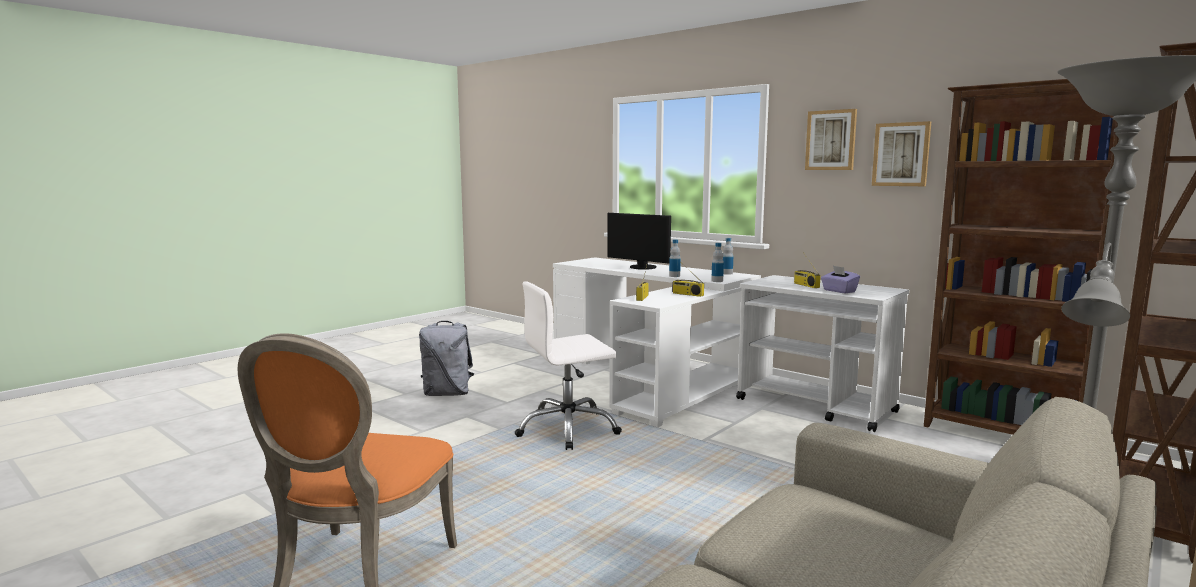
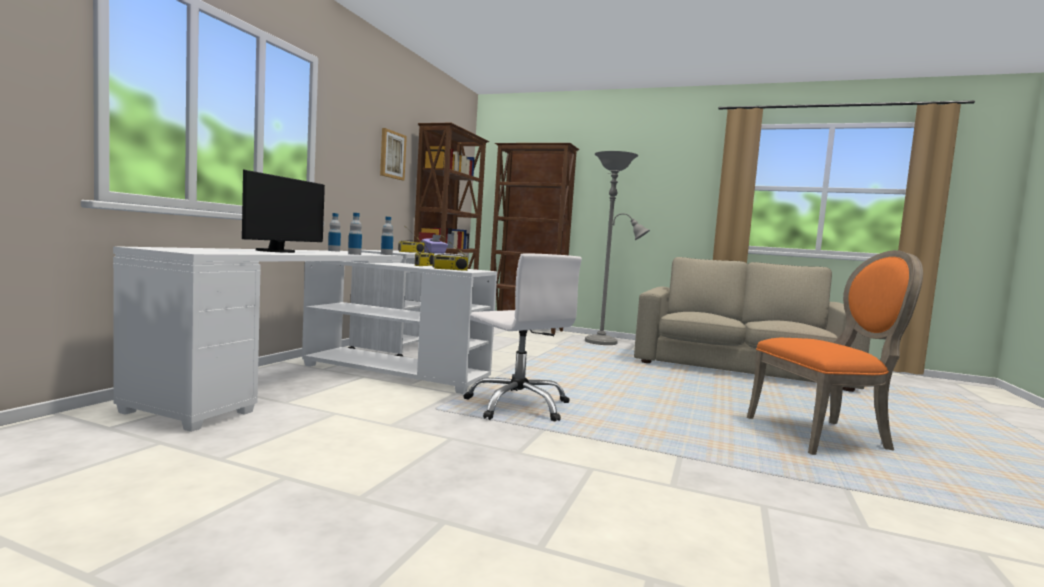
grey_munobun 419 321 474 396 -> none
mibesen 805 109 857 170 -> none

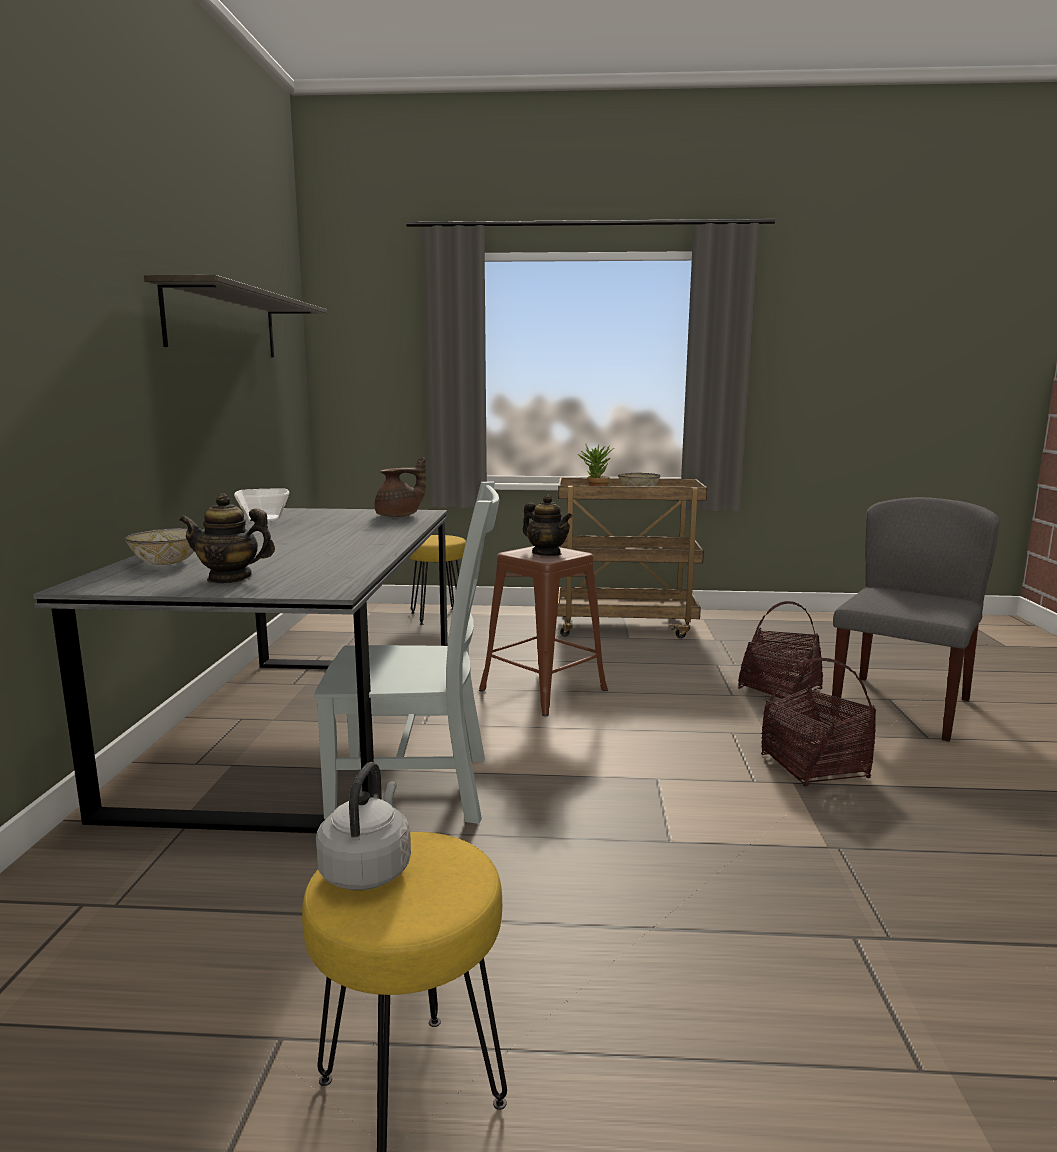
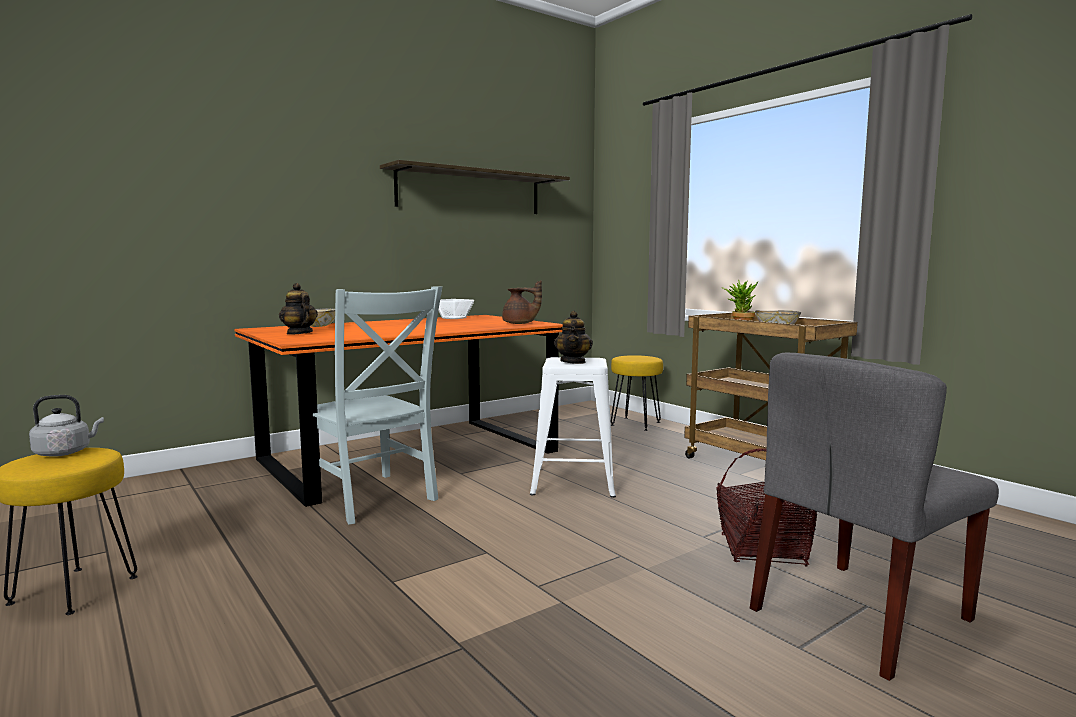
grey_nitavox 33 508 448 833 -> orange_nitavox 235 315 563 507
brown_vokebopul 479 546 608 716 -> white_vokebopul 530 357 616 498
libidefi 761 658 877 787 -> none
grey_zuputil 831 497 1000 742 -> grey_zuputil 750 352 999 681, 150 degrees clockwise

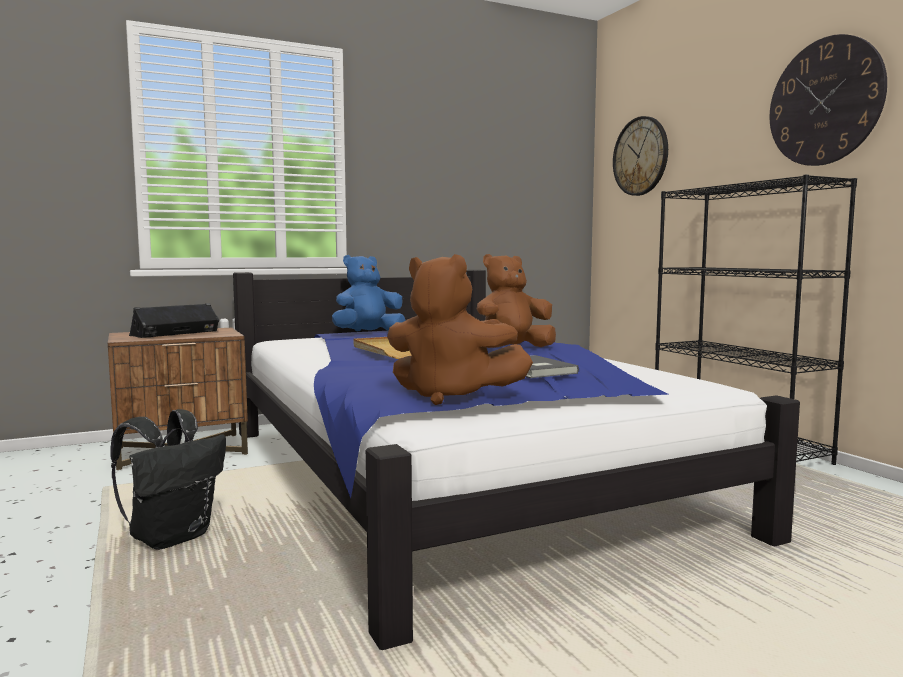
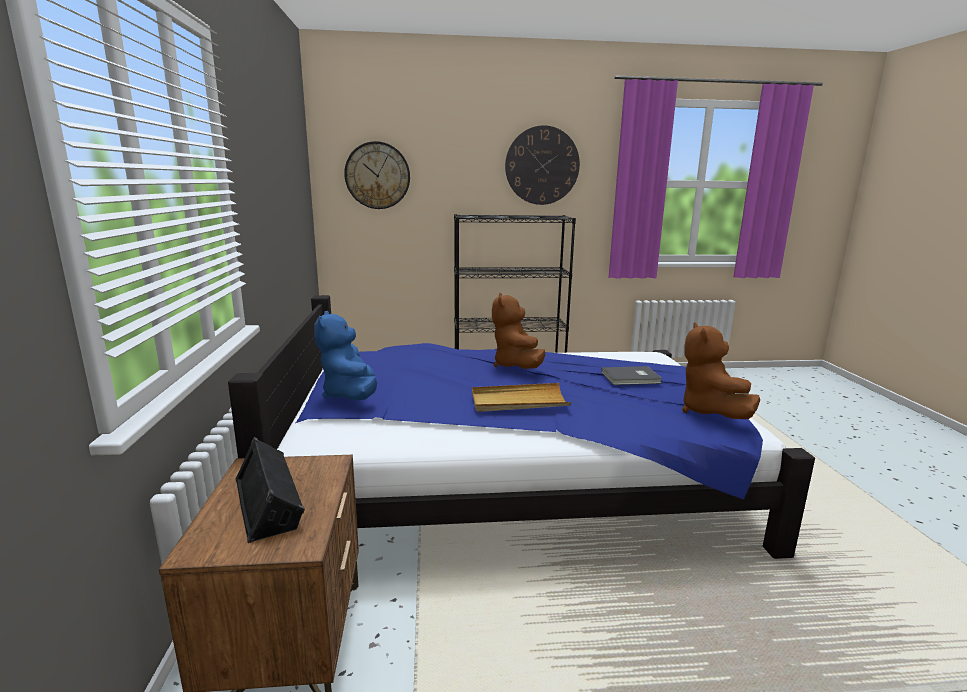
black_munobun 110 409 226 550 -> none
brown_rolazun 387 254 533 405 -> brown_rolazun 682 322 760 419, 135 degrees clockwise

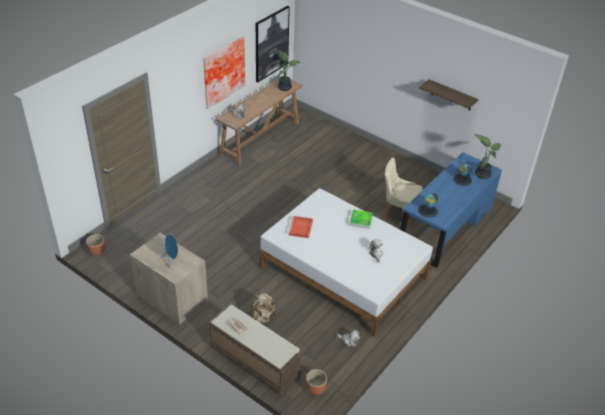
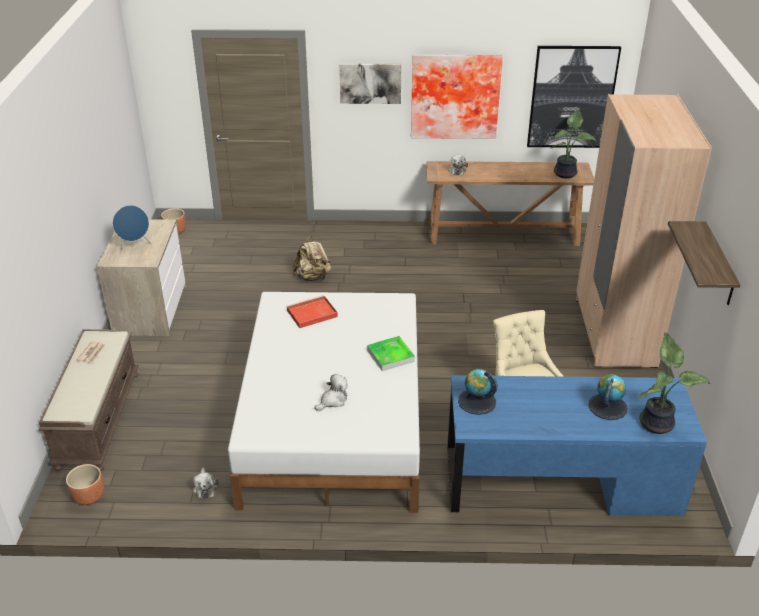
beige_munobun 251 293 276 324 -> beige_munobun 293 236 331 281, relocated
none -> mibesen 339 63 401 104
none -> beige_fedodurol 576 94 712 368

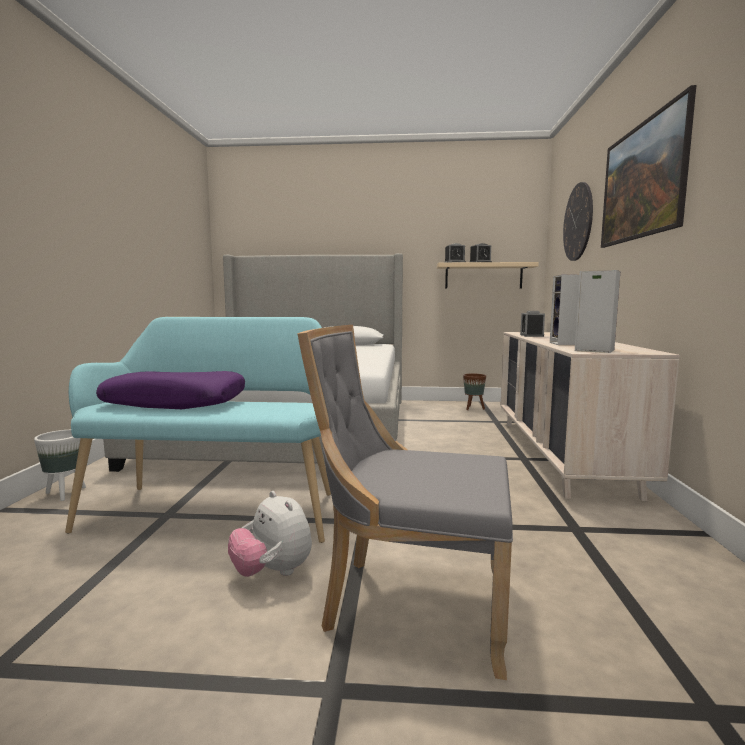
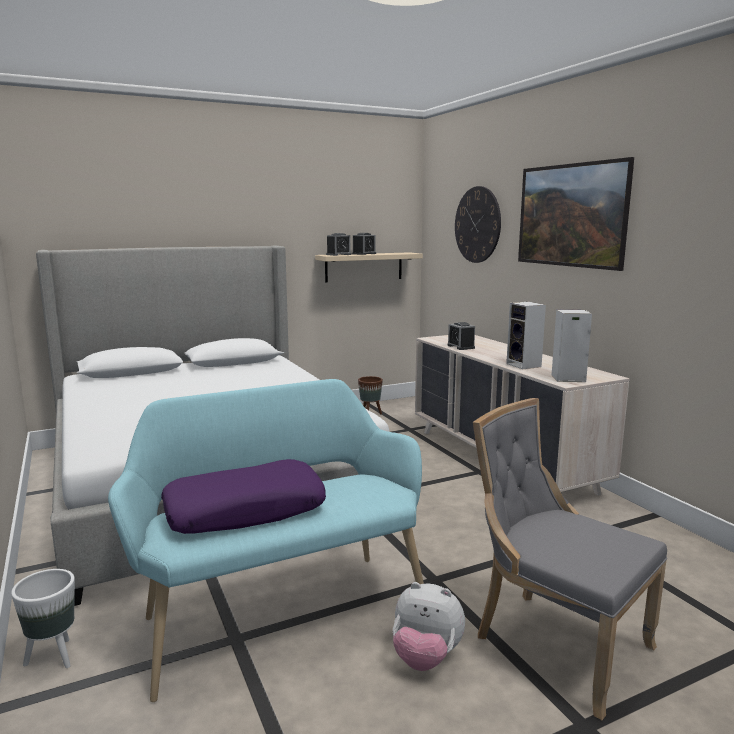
grey_zuputil 298 325 513 680 -> grey_zuputil 473 398 667 720, 60 degrees clockwise

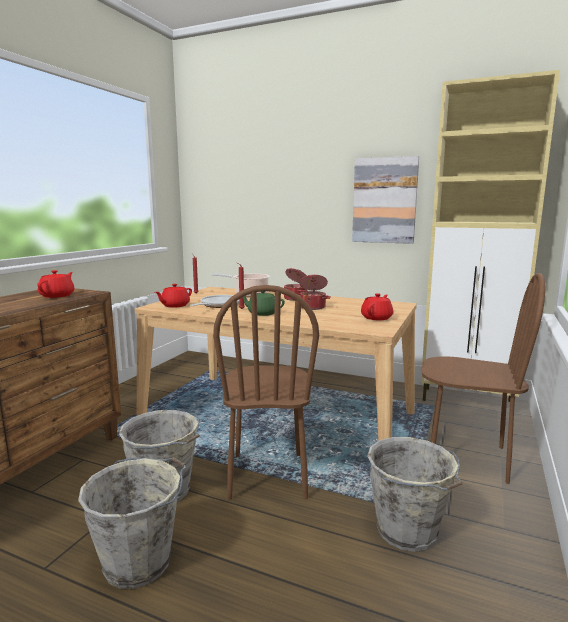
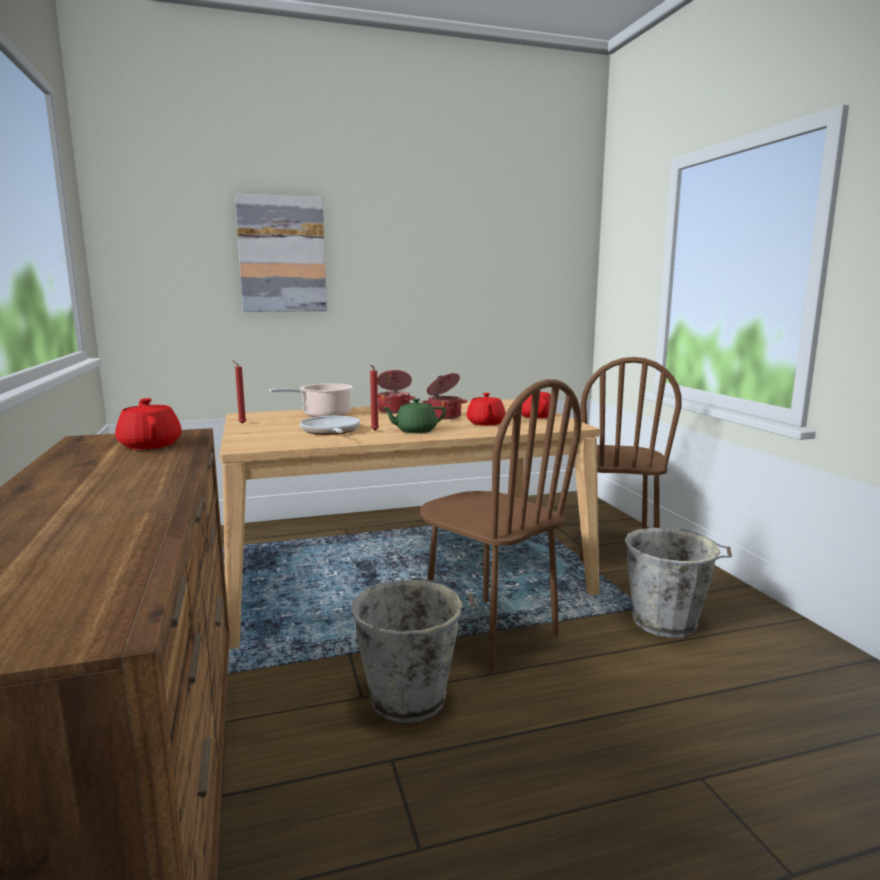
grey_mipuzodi 78 457 186 589 -> none
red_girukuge 155 284 192 308 -> red_girukuge 467 393 506 426, relocated
mibesen 352 156 419 244 -> mibesen 235 193 327 312, relocated
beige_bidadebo 421 70 560 402 -> none
brown_zuputil 421 273 545 484 -> brown_zuputil 579 357 682 561, 120 degrees clockwise

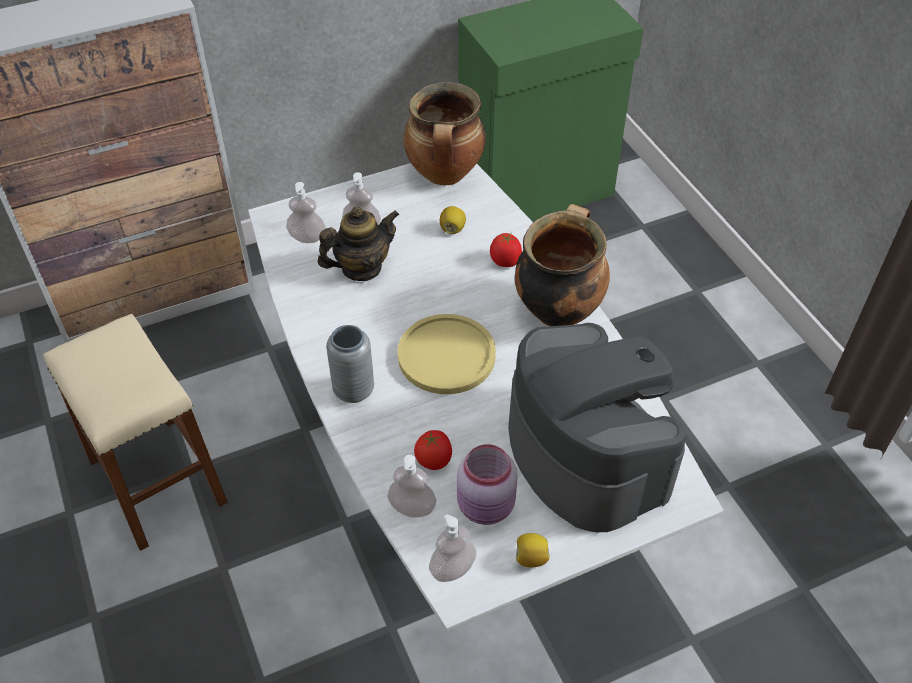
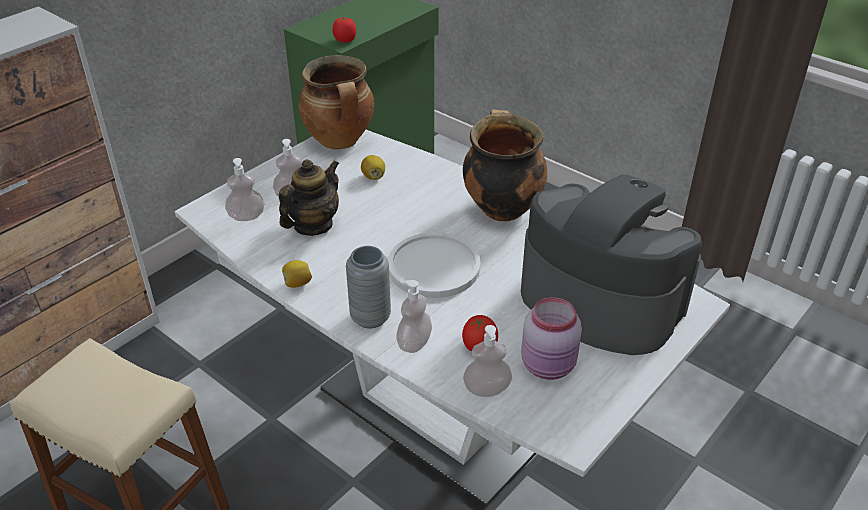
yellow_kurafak 398 314 496 394 -> white_kurafak 388 233 480 298
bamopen 429 514 476 582 -> bamopen 396 280 432 353, relocated
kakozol 490 233 522 267 -> kakozol 332 16 356 42, relocated
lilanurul 516 533 550 567 -> lilanurul 282 260 312 288, relocated

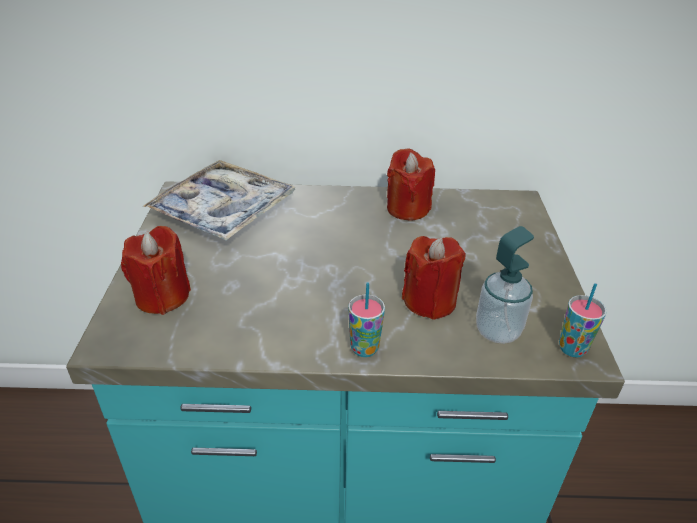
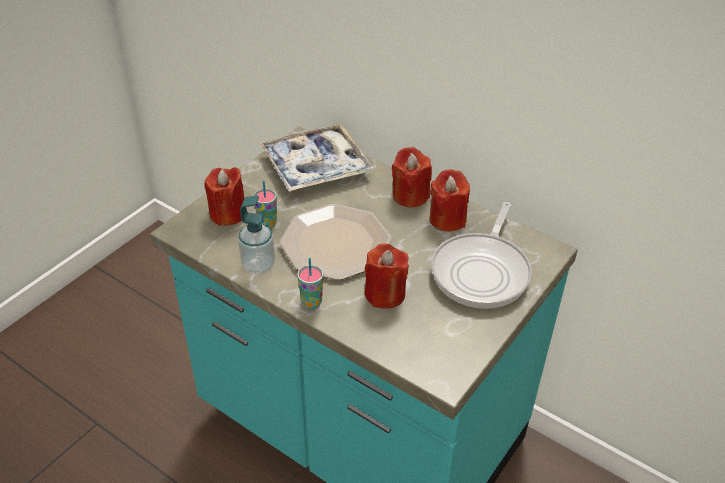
bamopen 476 226 534 344 -> bamopen 238 195 275 274, relocated
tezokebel 559 283 607 358 -> tezokebel 253 180 277 229, relocated
none -> kurafak 280 204 391 280
none -> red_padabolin 392 147 432 208
none -> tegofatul 431 202 532 309

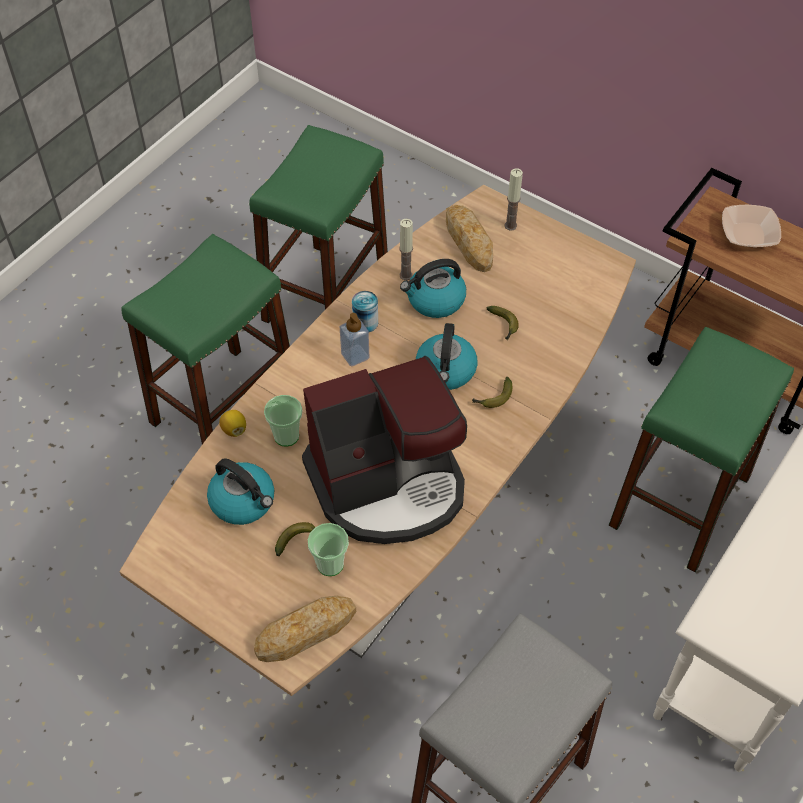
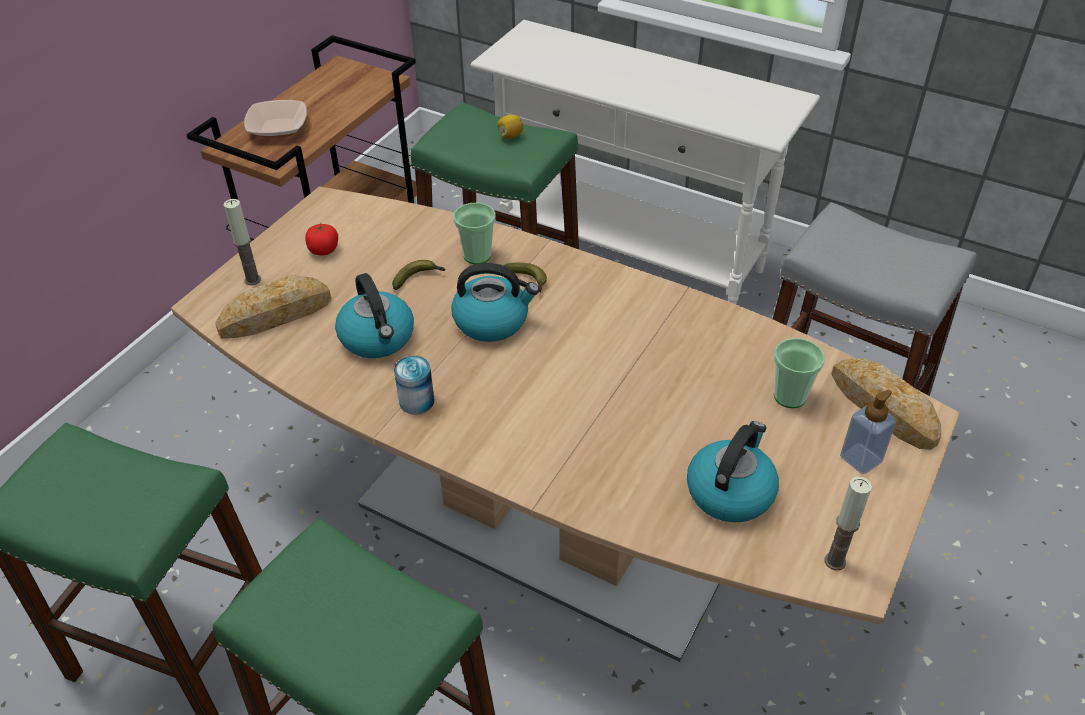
lilanurul 219 410 246 437 -> lilanurul 497 115 524 139, relocated
tezokebel 264 395 302 446 -> tezokebel 453 203 495 264, relocated
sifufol 275 522 315 556 -> none
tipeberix 302 356 467 544 -> none
bamopen 340 313 369 366 -> bamopen 840 390 897 474, relocated
padabolin 399 219 413 280 -> padabolin 824 476 872 570, relocated
none -> kakozol 305 223 338 256

